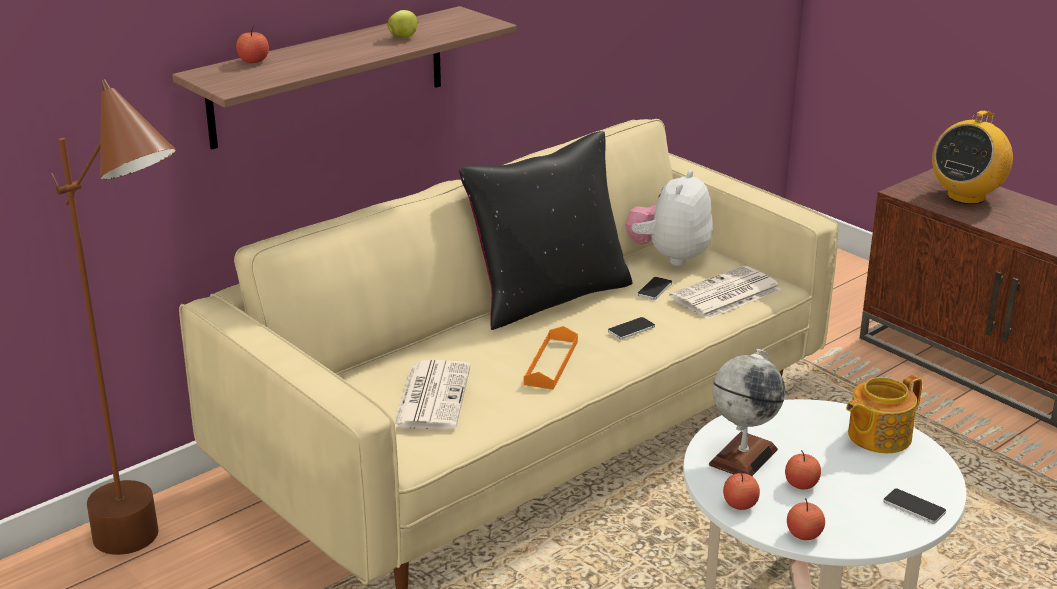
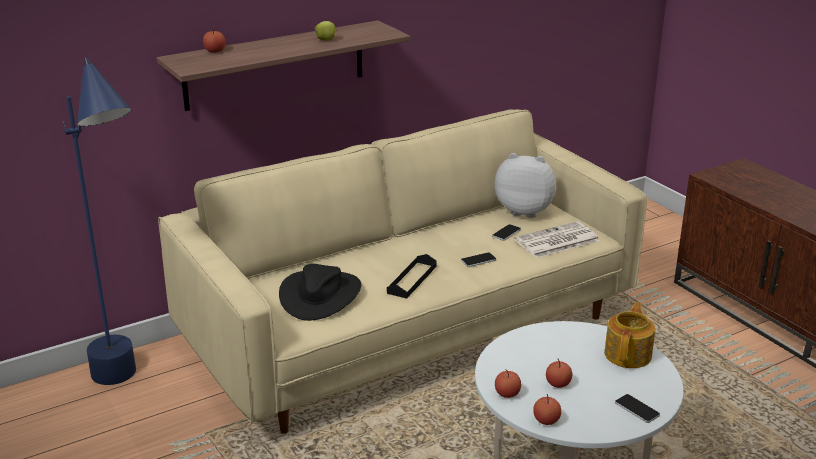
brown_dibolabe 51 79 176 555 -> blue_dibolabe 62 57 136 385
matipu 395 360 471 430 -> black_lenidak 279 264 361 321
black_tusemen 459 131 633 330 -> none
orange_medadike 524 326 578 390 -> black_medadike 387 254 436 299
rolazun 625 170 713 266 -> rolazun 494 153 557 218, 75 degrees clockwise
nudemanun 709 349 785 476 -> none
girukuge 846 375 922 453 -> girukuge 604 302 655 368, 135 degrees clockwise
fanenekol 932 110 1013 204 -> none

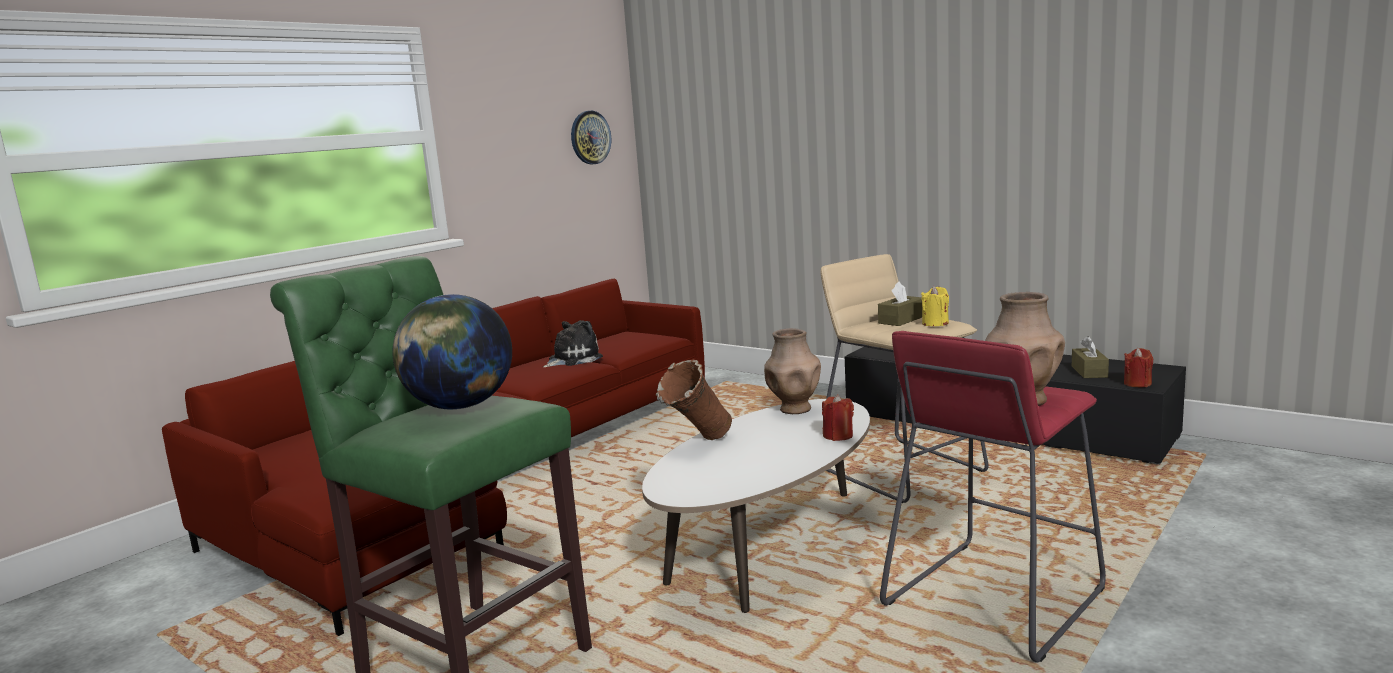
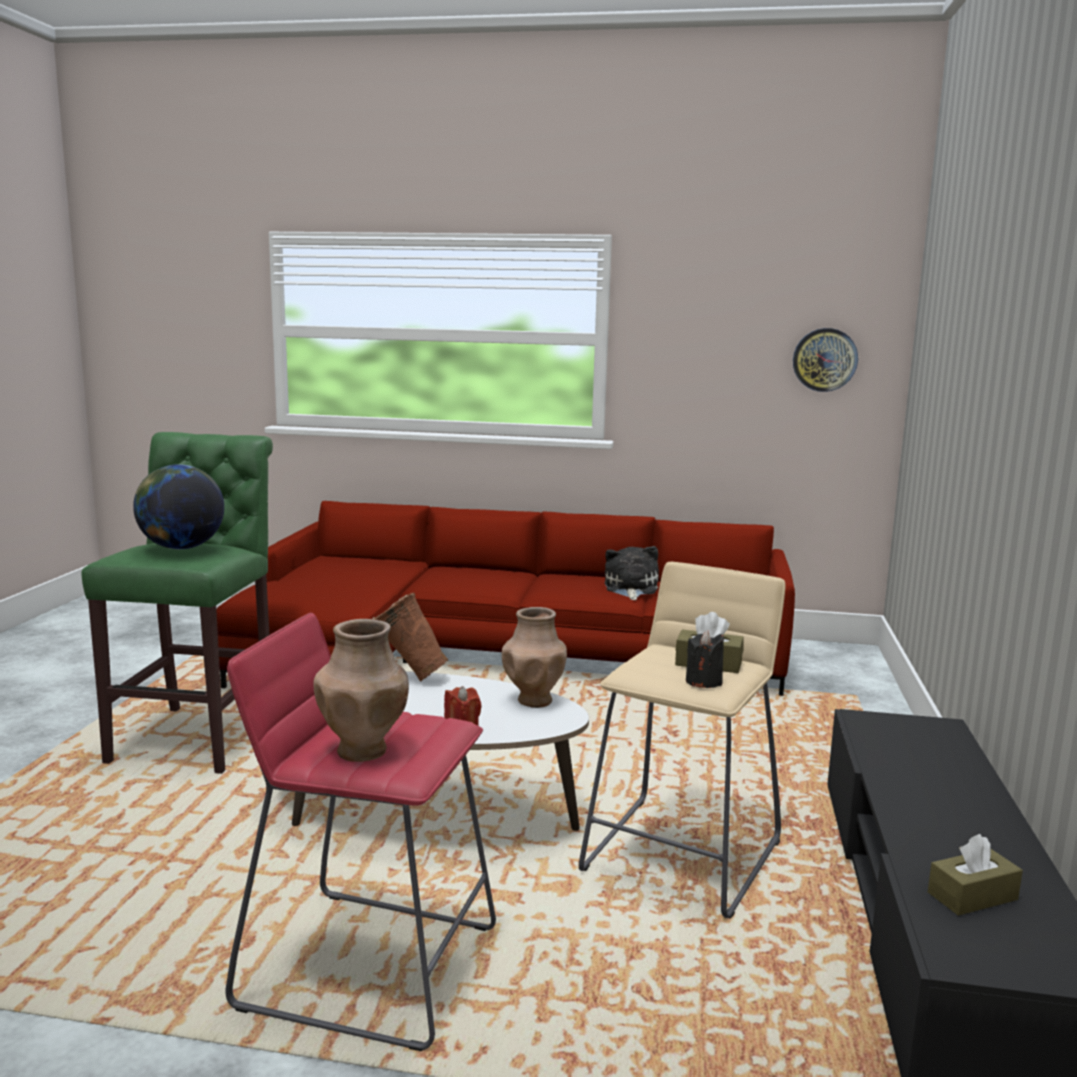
rolazun 543 320 603 367 -> rolazun 605 546 659 600, 105 degrees counterclockwise
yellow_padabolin 921 286 949 326 -> black_padabolin 686 630 724 688
red_padabolin 1124 348 1153 387 -> none

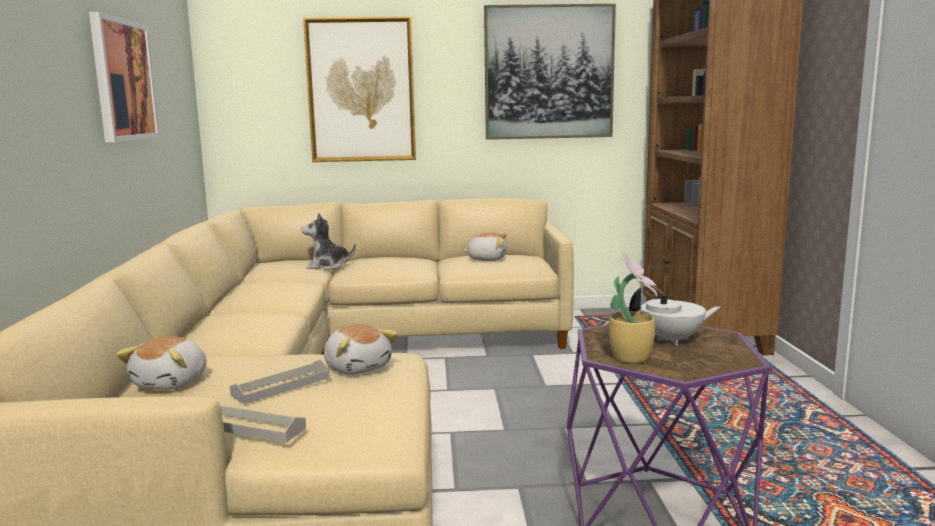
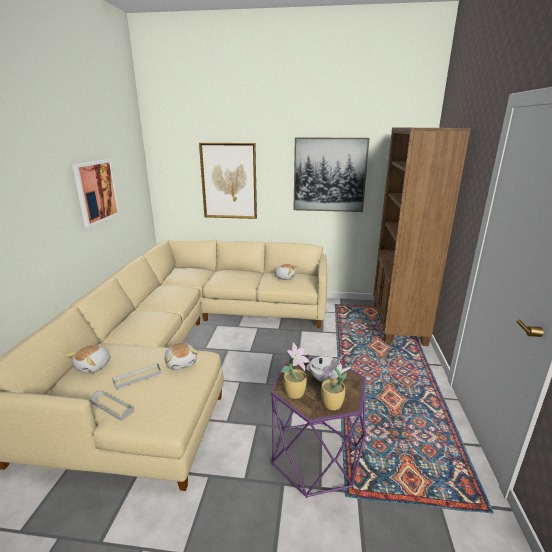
rolazun 301 213 356 270 -> none
none -> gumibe 320 355 347 410

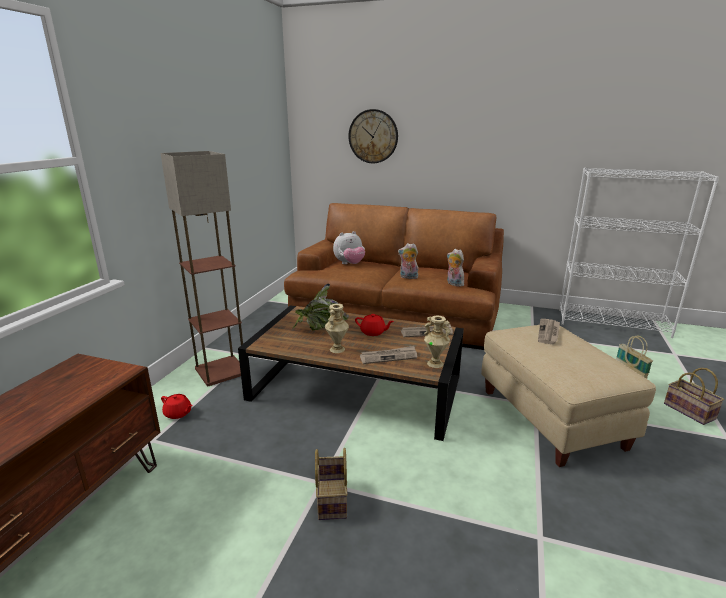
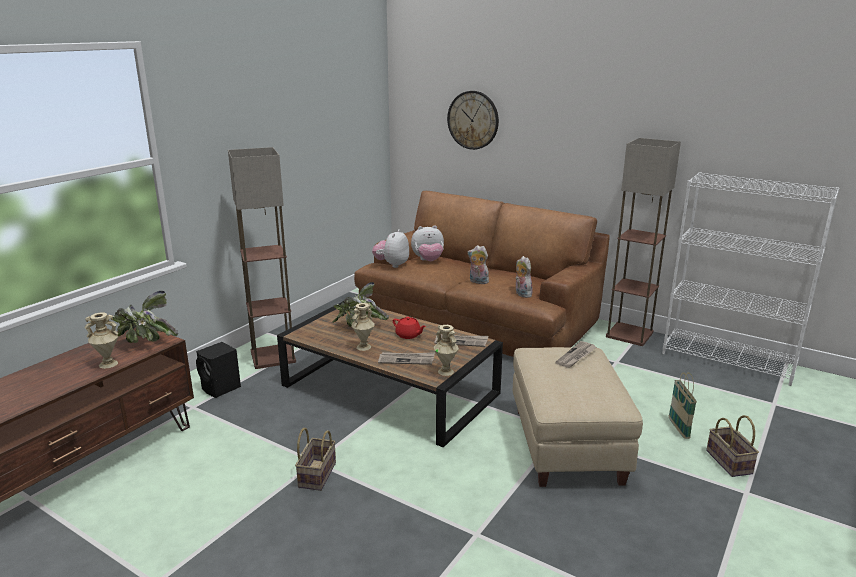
red_girukuge 161 394 193 419 -> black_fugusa 196 342 241 398
none -> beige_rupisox 85 312 118 369
none -> gumibe 113 291 178 343
none -> rolazun 372 229 409 268
none -> dibolabe 606 138 681 346

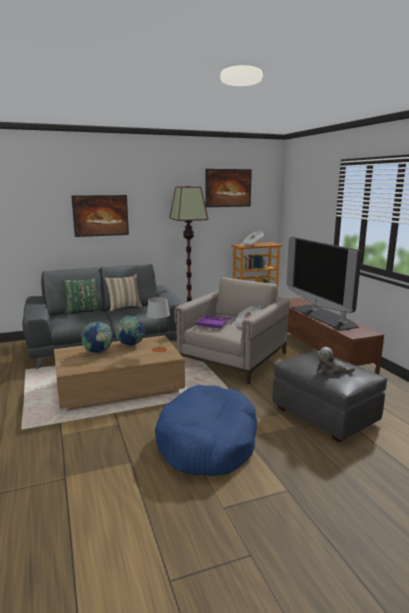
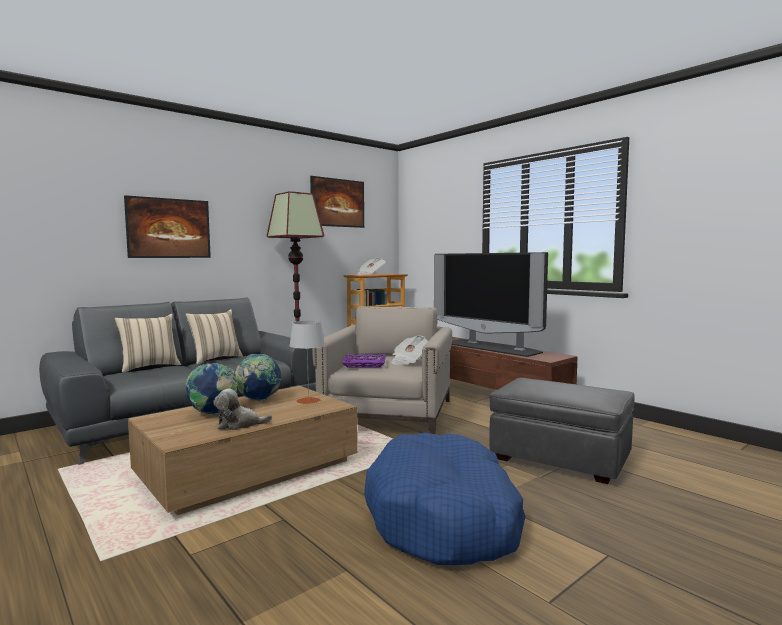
green_tusemen 62 277 101 314 -> beige_tusemen 114 314 181 373
rolazun 316 347 355 376 -> rolazun 213 389 272 430, relocated

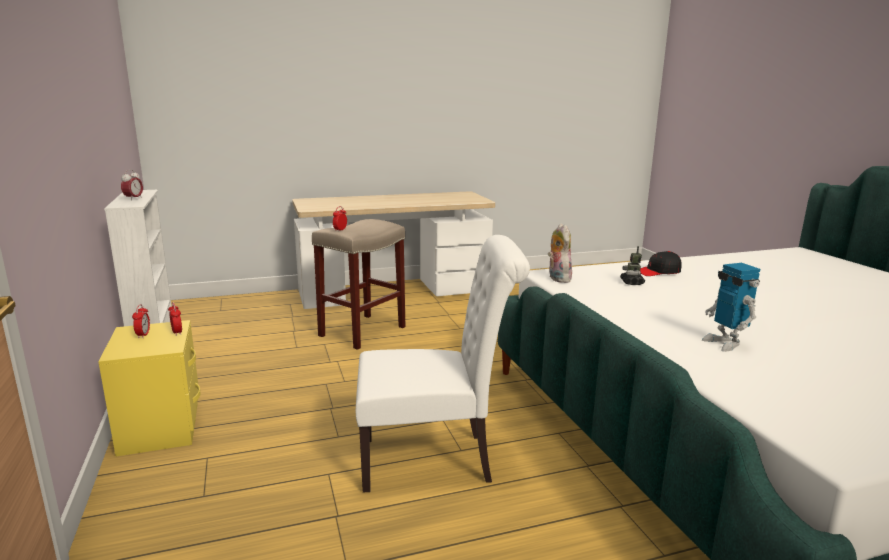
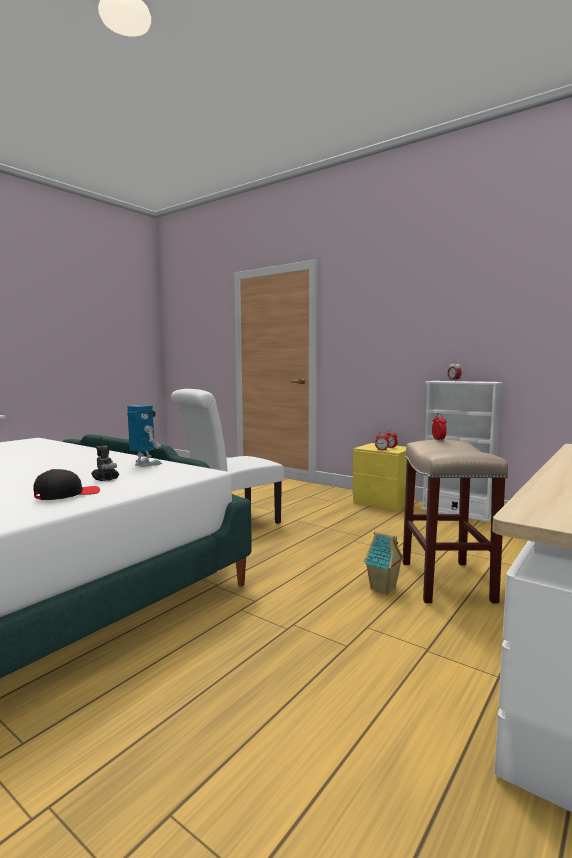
rolazun 548 223 572 283 -> none
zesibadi 702 263 760 352 -> zesibadi 127 405 162 467, relocated
none -> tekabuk 364 531 404 594

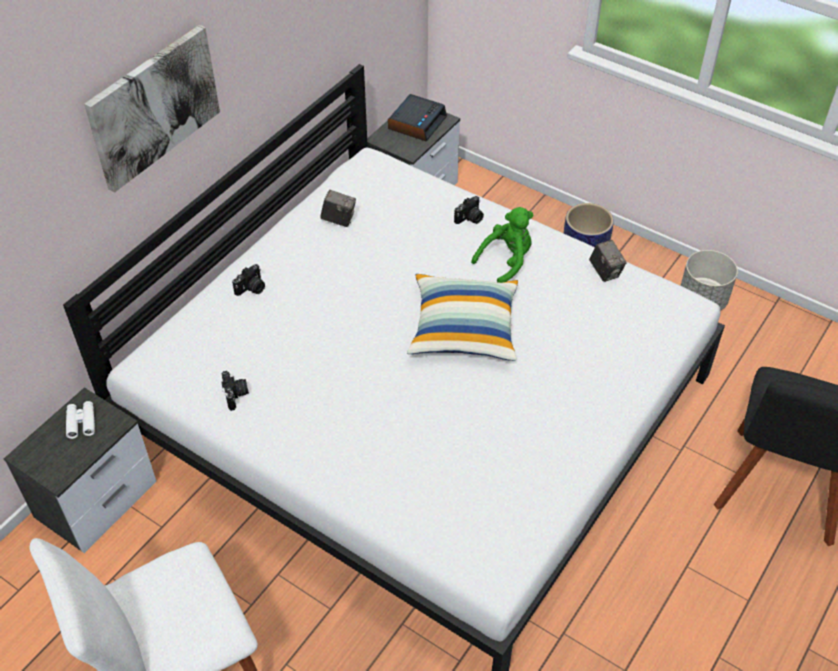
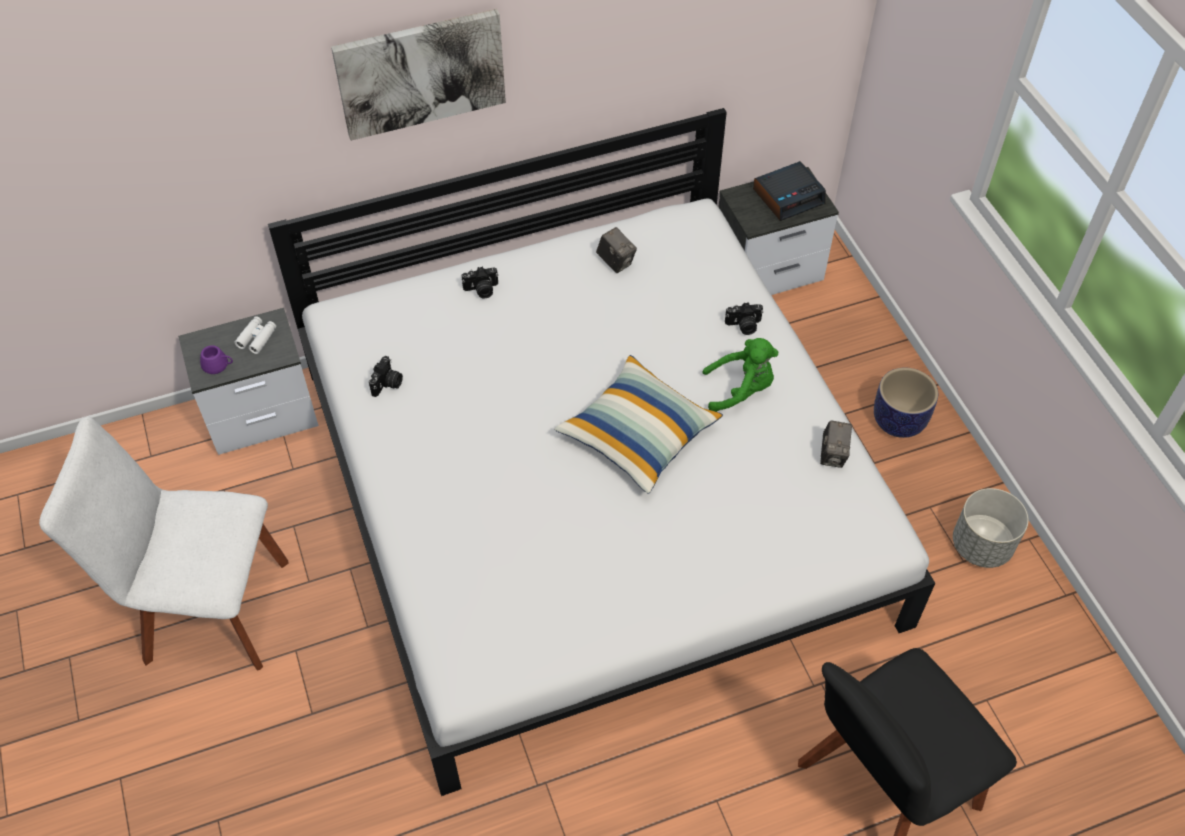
none -> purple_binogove 200 345 233 374

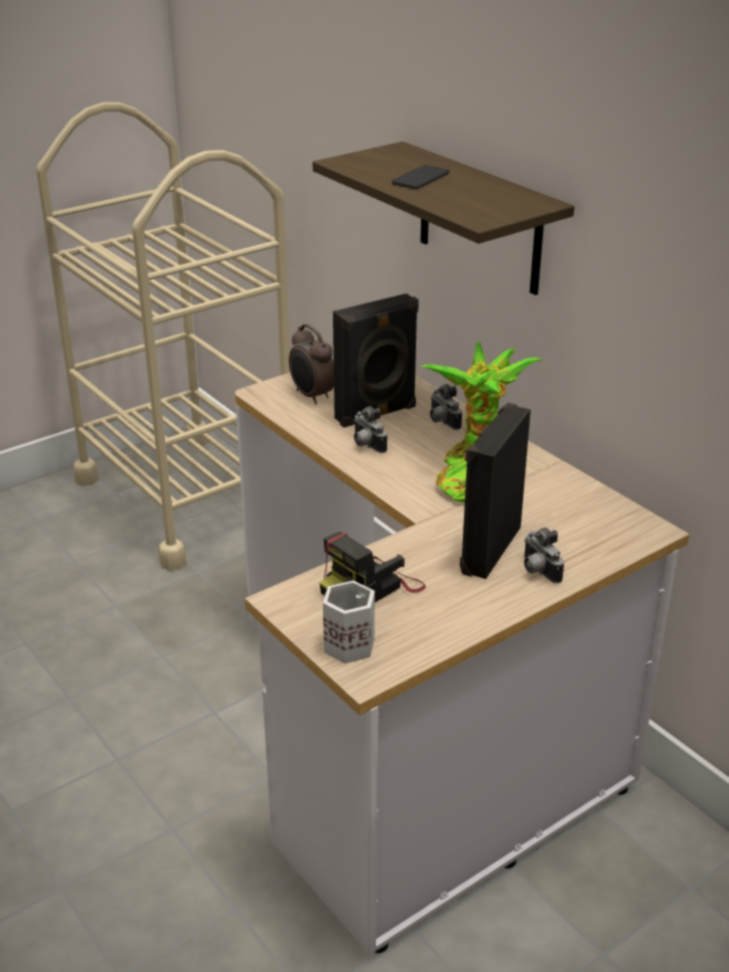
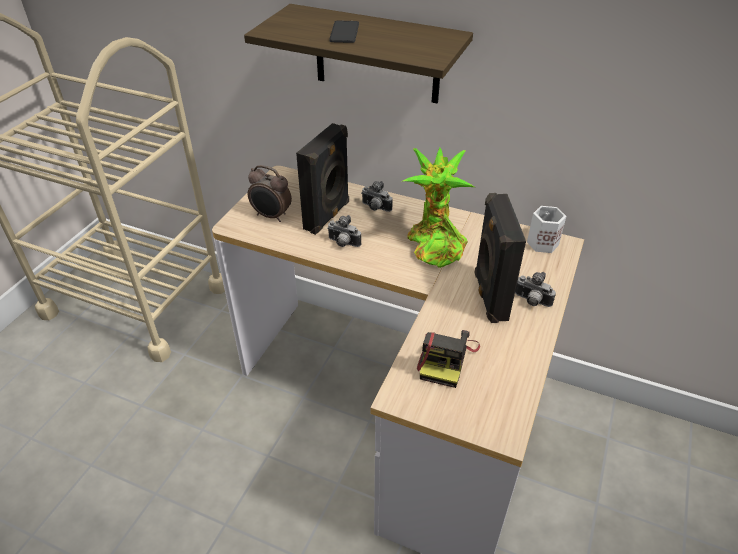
white_binogove 323 580 375 663 -> white_binogove 527 206 566 253, relocated

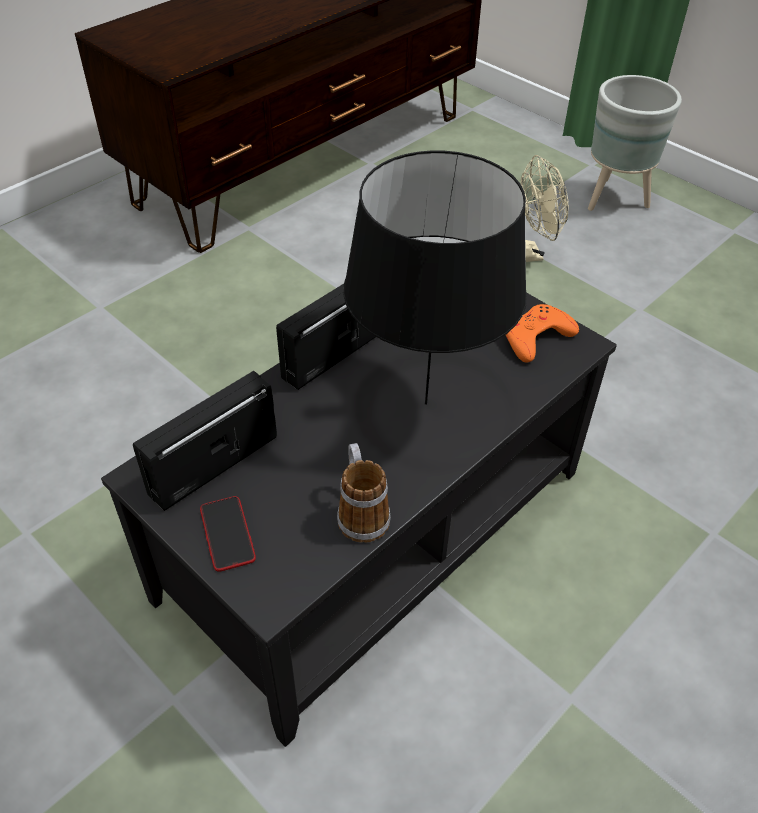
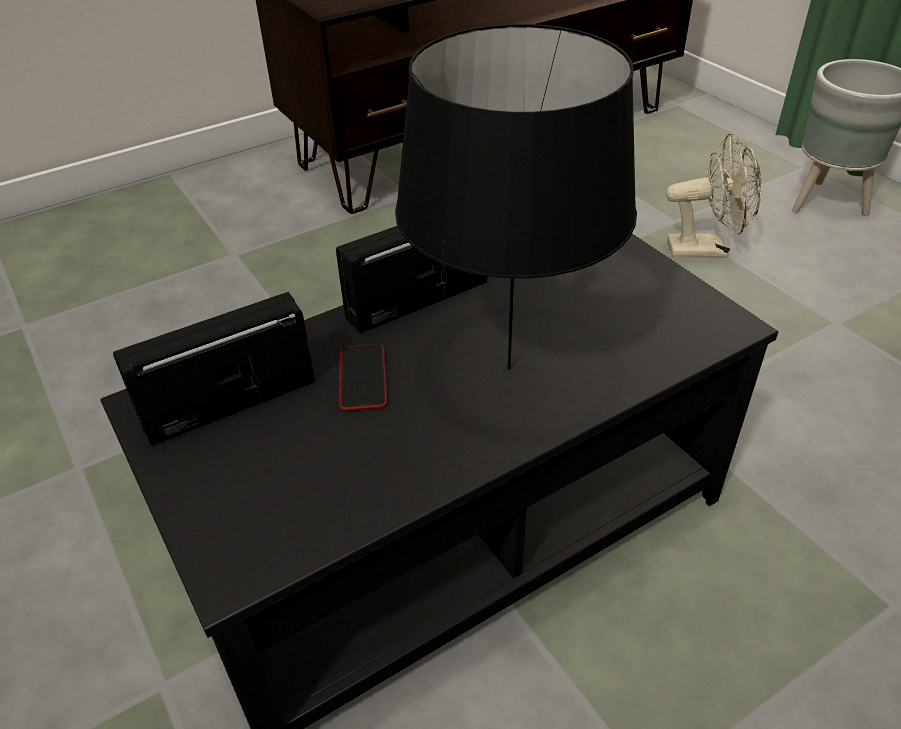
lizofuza 200 496 256 572 -> lizofuza 339 344 387 411, relocated
binogove 337 443 391 543 -> none
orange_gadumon 506 304 579 363 -> none

